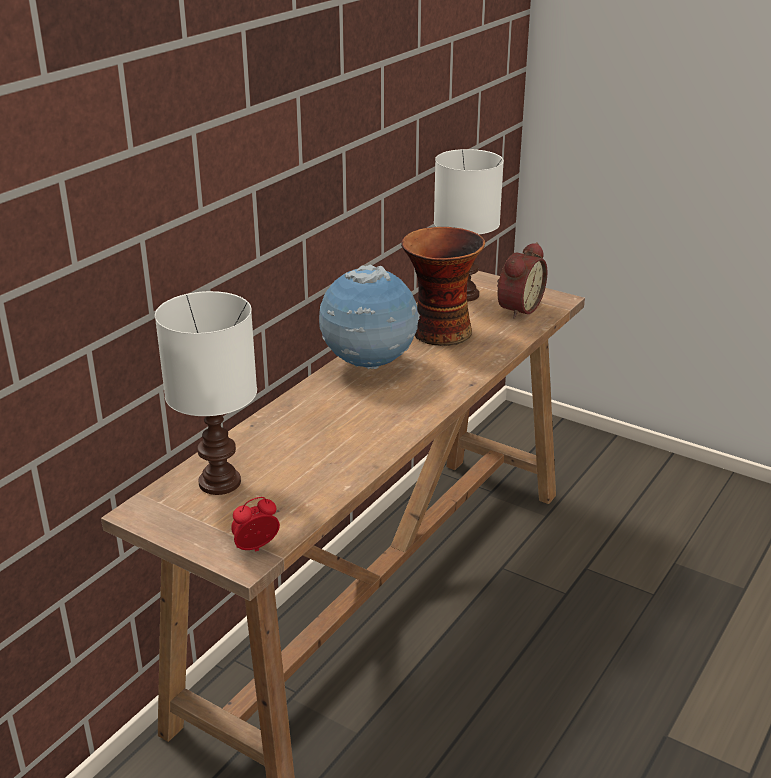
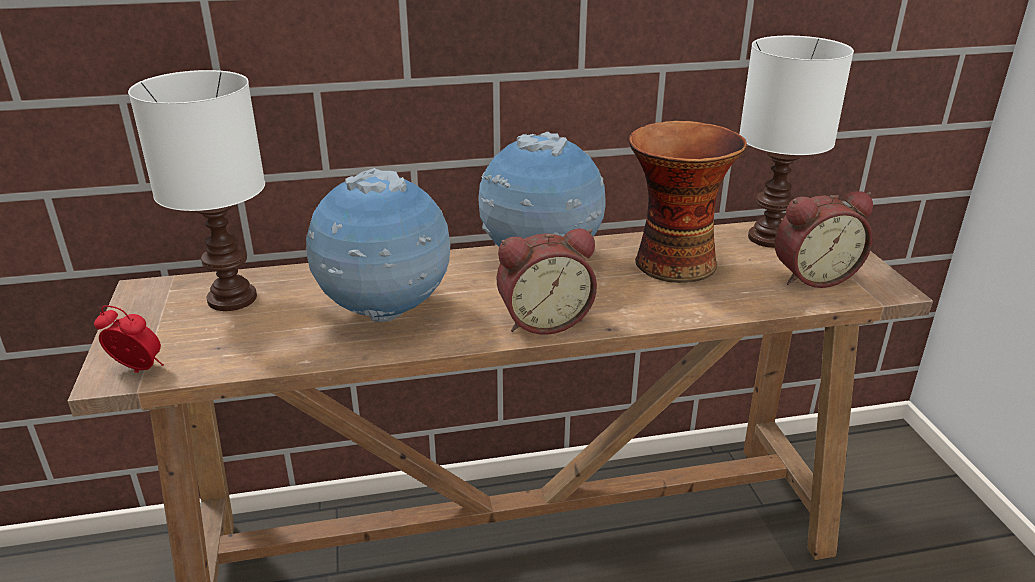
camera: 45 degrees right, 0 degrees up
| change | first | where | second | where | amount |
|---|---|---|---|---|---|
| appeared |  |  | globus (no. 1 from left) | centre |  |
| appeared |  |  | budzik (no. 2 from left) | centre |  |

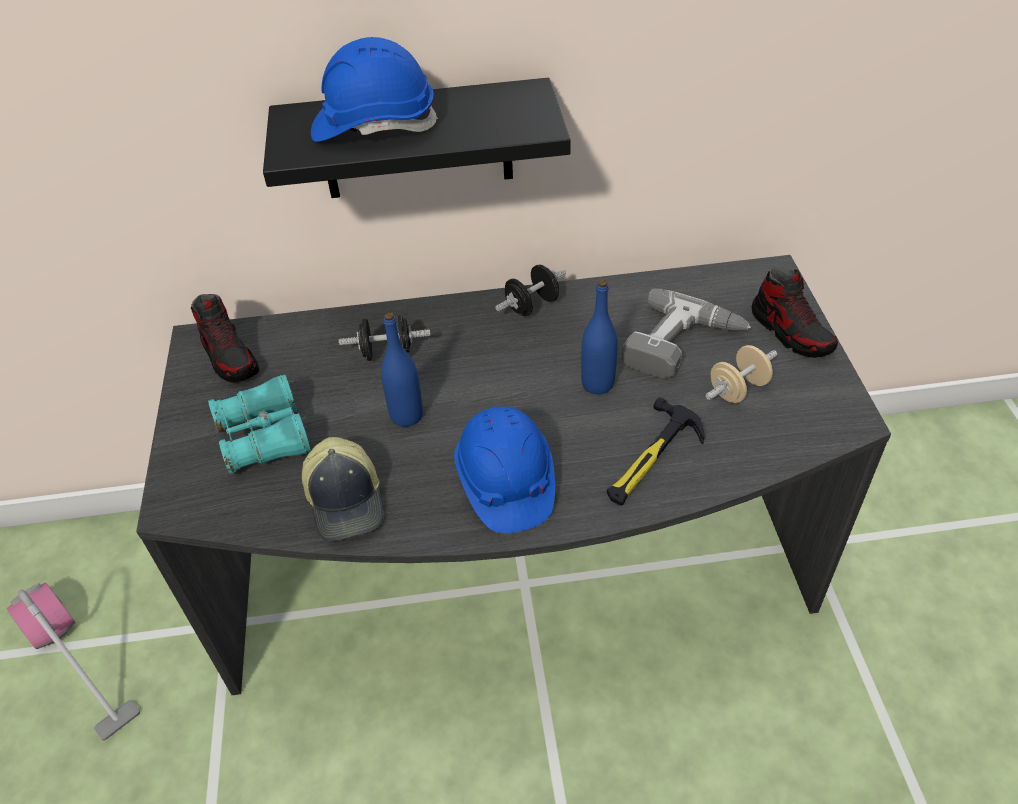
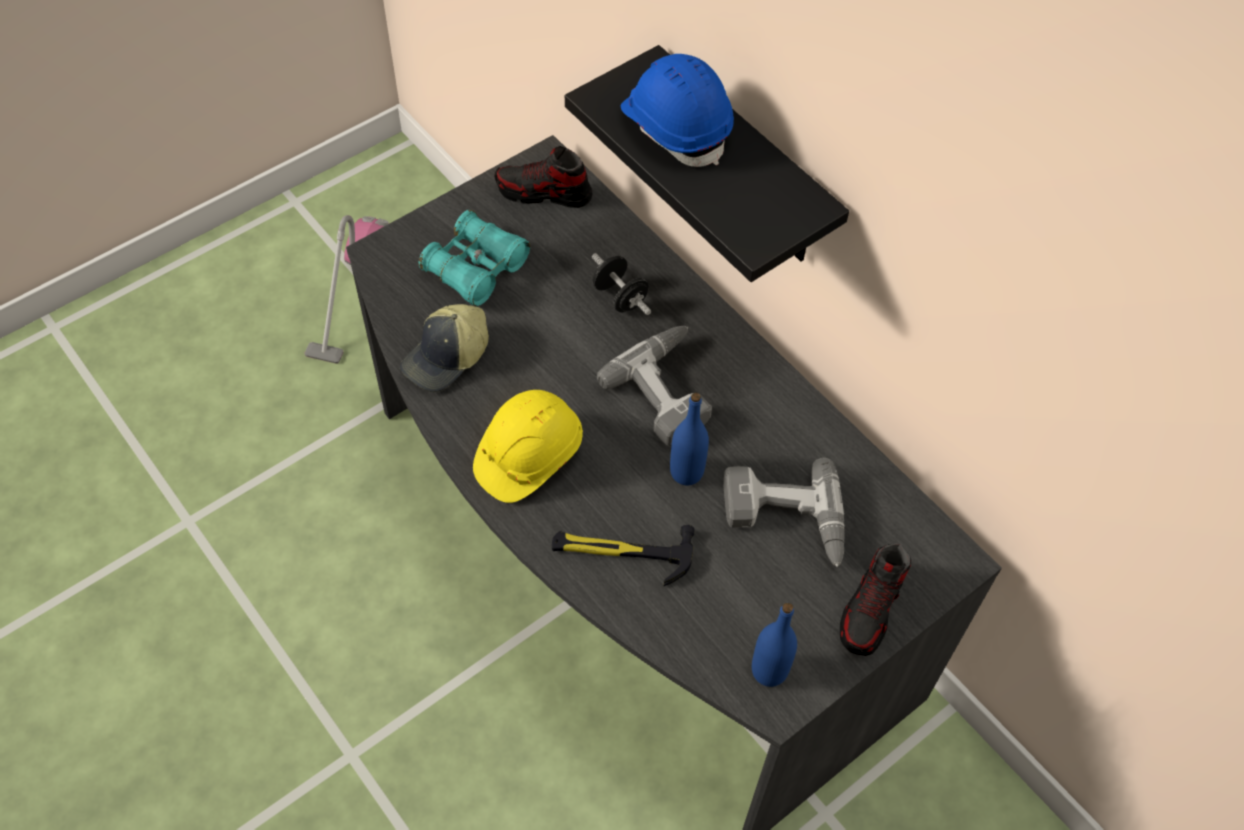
camera: 55 degrees right, 10 degrees up
| change | first | where | second | where | amount |
|---|---|---|---|---|---|
| colour | kask (niebieski) (no. 2 from left) | centre | kask (żółty) | centre |  |
| spun | but (no. 1 from left) | middle left |  | top centre | 75 degrees clockwise |
| appeared |  |  | wiertarka (no. 1 from left) | centre |  |
| relocated | butelka (niebieski) (no. 1 from left in the first image) | centre | butelka (niebieski) (no. 2 from left) | bottom centre |  |
| missing | hantel (czarny) (no. 2 from left) | centre |  |  |  |
| missing | hantel (beżowy) | middle right |  |  |  |

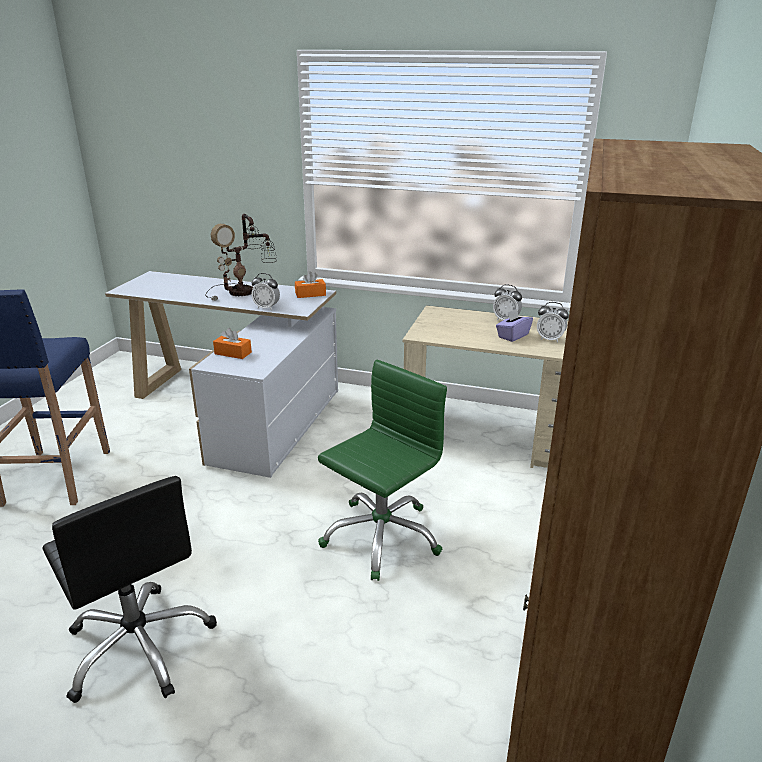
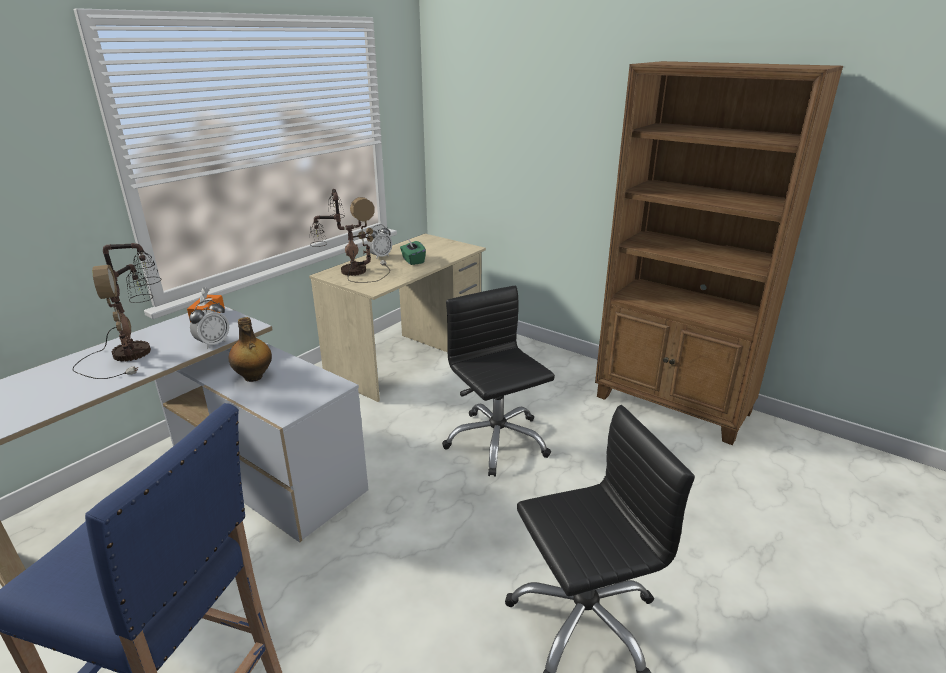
camera: 70 degrees left, 0 degrees up
| change | first | where | second | where | amount |
|---|---|---|---|---|---|
| appeared |  |  | butelka | middle left |  |
| appeared |  |  | lampa stołowa (no. 2 from left) | centre |  |
| colour | pudełko chusteczek (fioletowy) | middle right | pudełko chusteczek (zielony) | centre |  |
| colour | krzesło biurowe (zielony) | centre | krzesło biurowe (czarny) (no. 1 from left) | centre |  |
| missing | pudełko chusteczek (pomarańczowy) (no. 1 from left) | middle left |  |  |  |
| missing | budzik (no. 3 from left) | middle right |  |  |  |

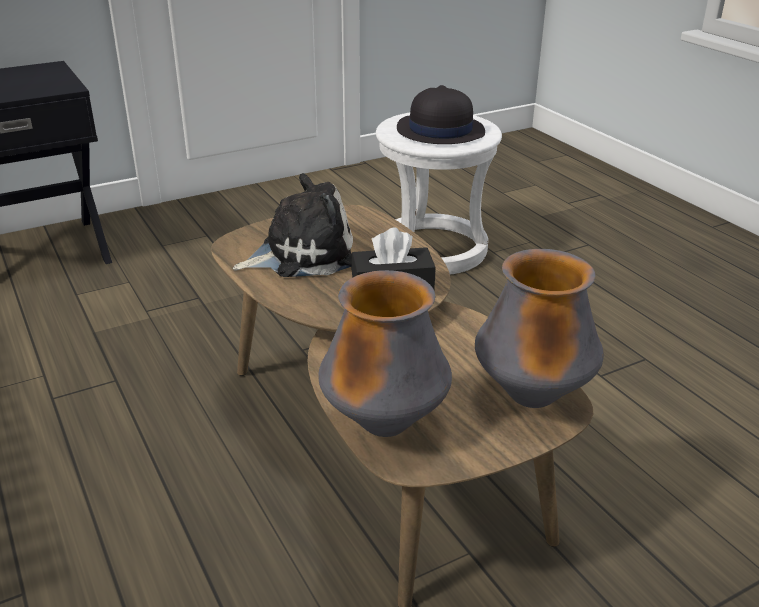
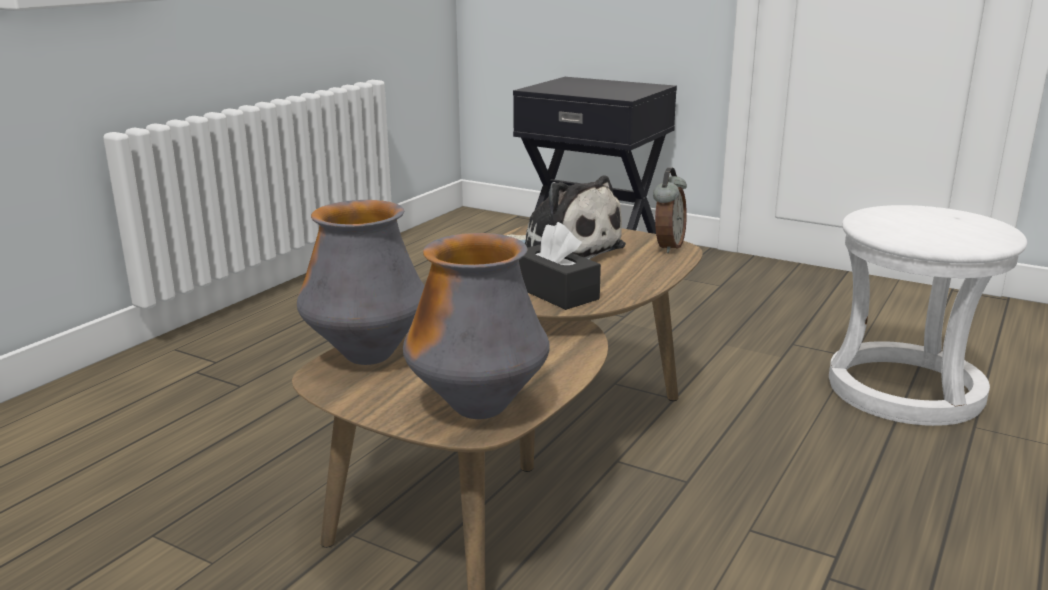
camera: 60 degrees right, 10 degrees down
| change | first | where | second | where | amount |
|---|---|---|---|---|---|
| appeared |  |  | budzik | centre |  |
| missing | kapelusz (czarny) | top centre |  |  |  |

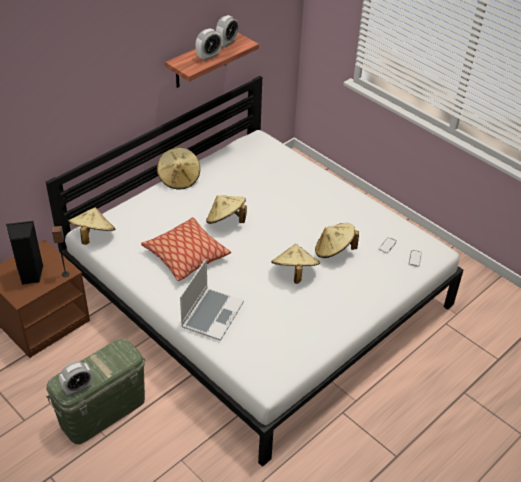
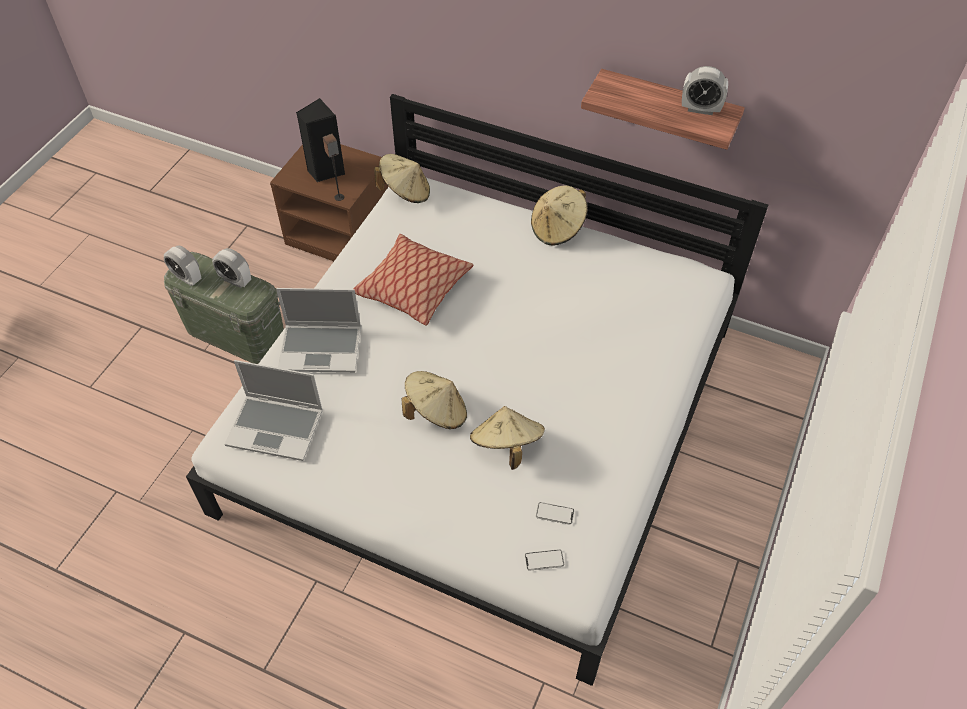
camera: 70 degrees right, 10 degrees up
| change | first | where | second | where | amount |
|---|---|---|---|---|---|
| relocated | budzik (no. 2 from left) | top centre |  | middle left |  |
| appeared |  |  | laptop (no. 1 from left) | middle left |  |
| missing | kapelusz (beżowy) (no. 3 from left) | centre |  |  |  |

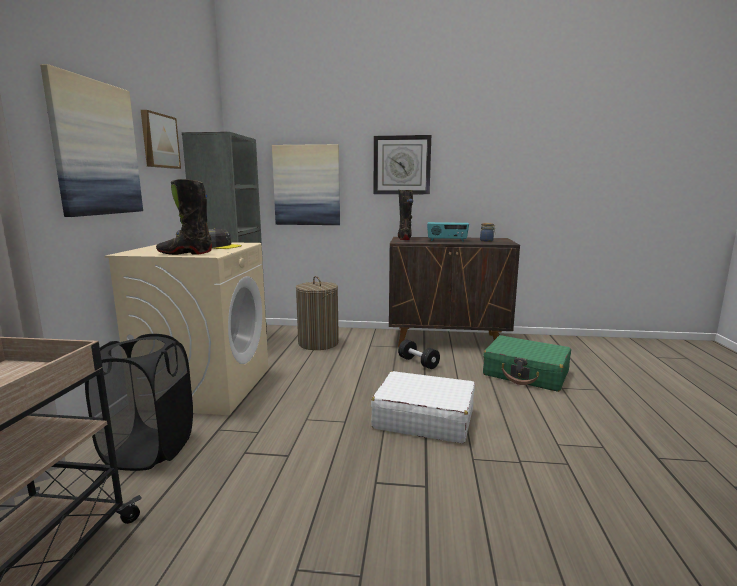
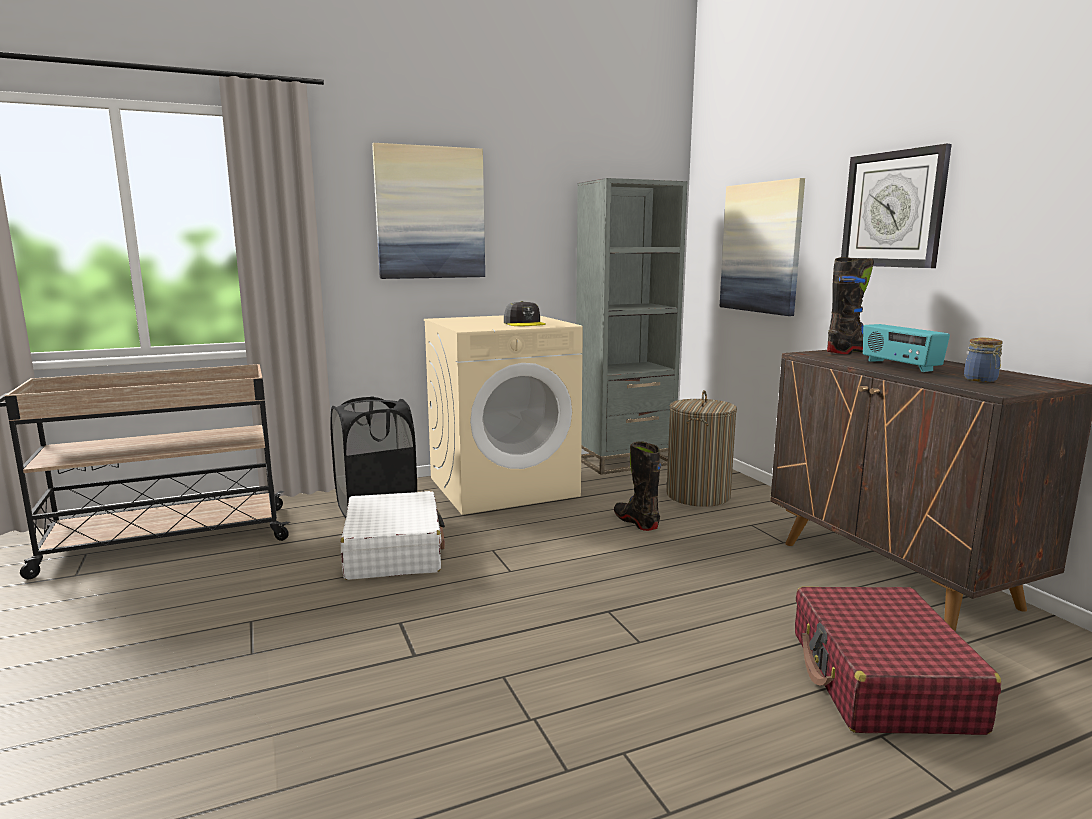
camera: 60 degrees right, 0 degrees up
| change | first | where | second | where | amount |
|---|---|---|---|---|---|
| relocated | walizka (biały) | bottom centre |  | centre |  |
| relocated | but z cholewką (czarny) (no. 1 from left) | middle left |  | centre |  |
| colour | walizka (zielony) | middle right | walizka (czerwony) | bottom right |  |
| missing | obraz (no. 2 from left) | top left |  |  |  |
| missing | hantel (czarny) | centre |  |  |  |

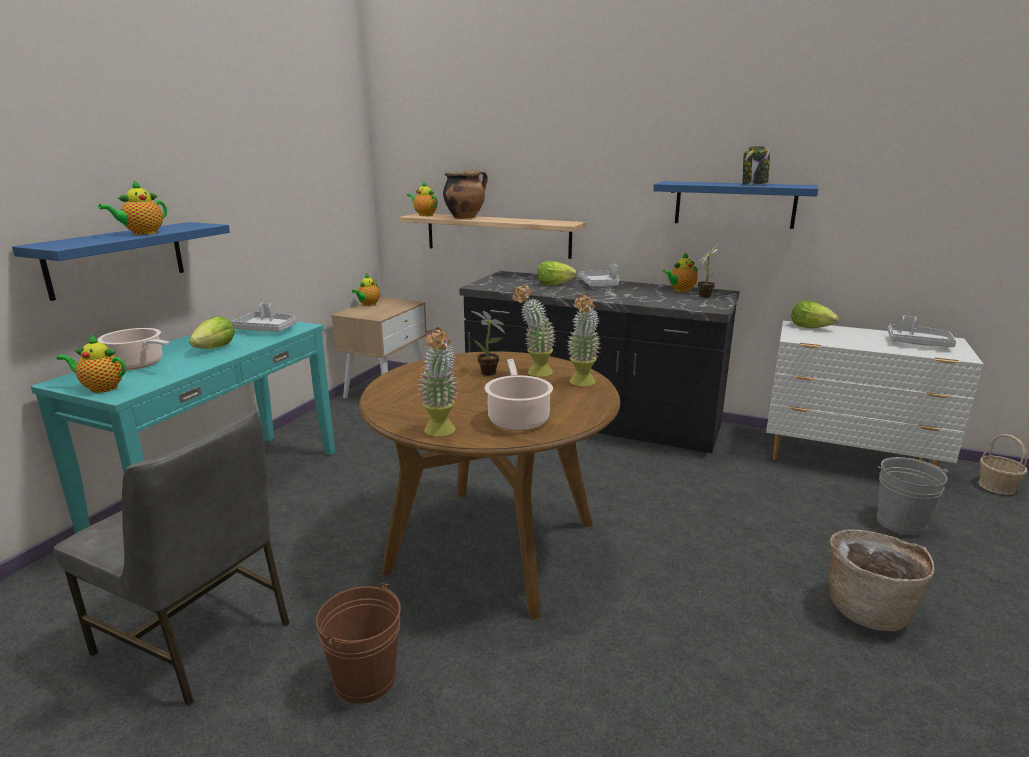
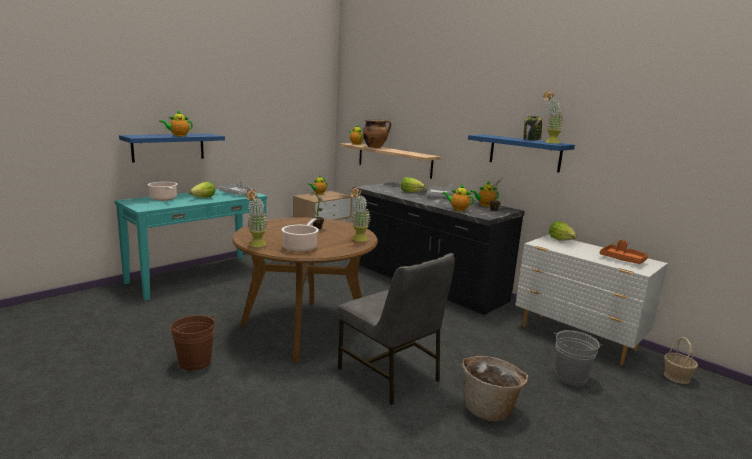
camera: 20 degrees right, 5 degrees down
| change | first | where | second | where | amount |
|---|---|---|---|---|---|
| relocated | krzesło (szary) | bottom left |  | bottom centre |  |
| relocated | imbryk (no. 1 from left in the first image) | middle left | imbryk (no. 4 from left) | centre |  |
| relocated | roślina doniczkowa (no. 3 from left in the first image) | centre | roślina doniczkowa (no. 5 from left) | top right |  |
| colour | taca (szary) (no. 3 from left) | middle right | taca (pomarańczowy) | middle right |  |

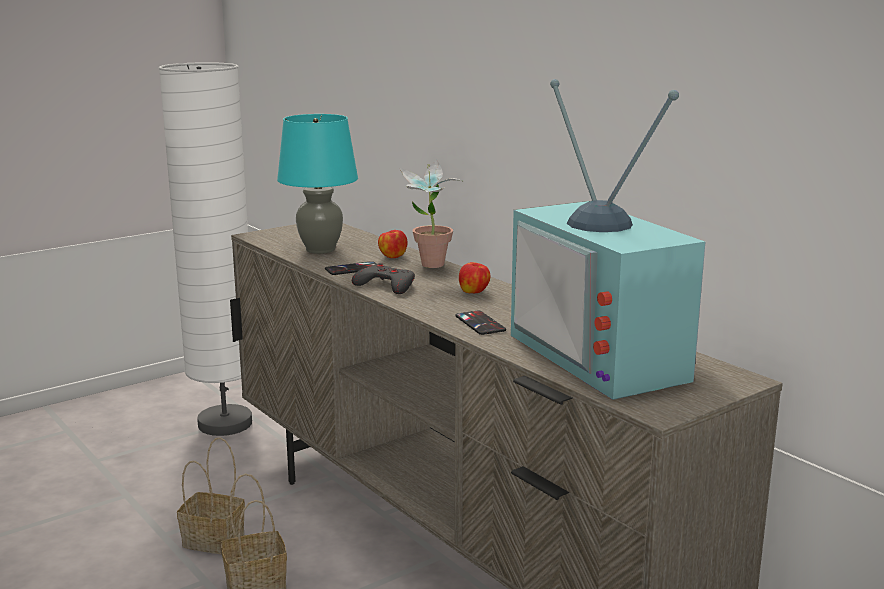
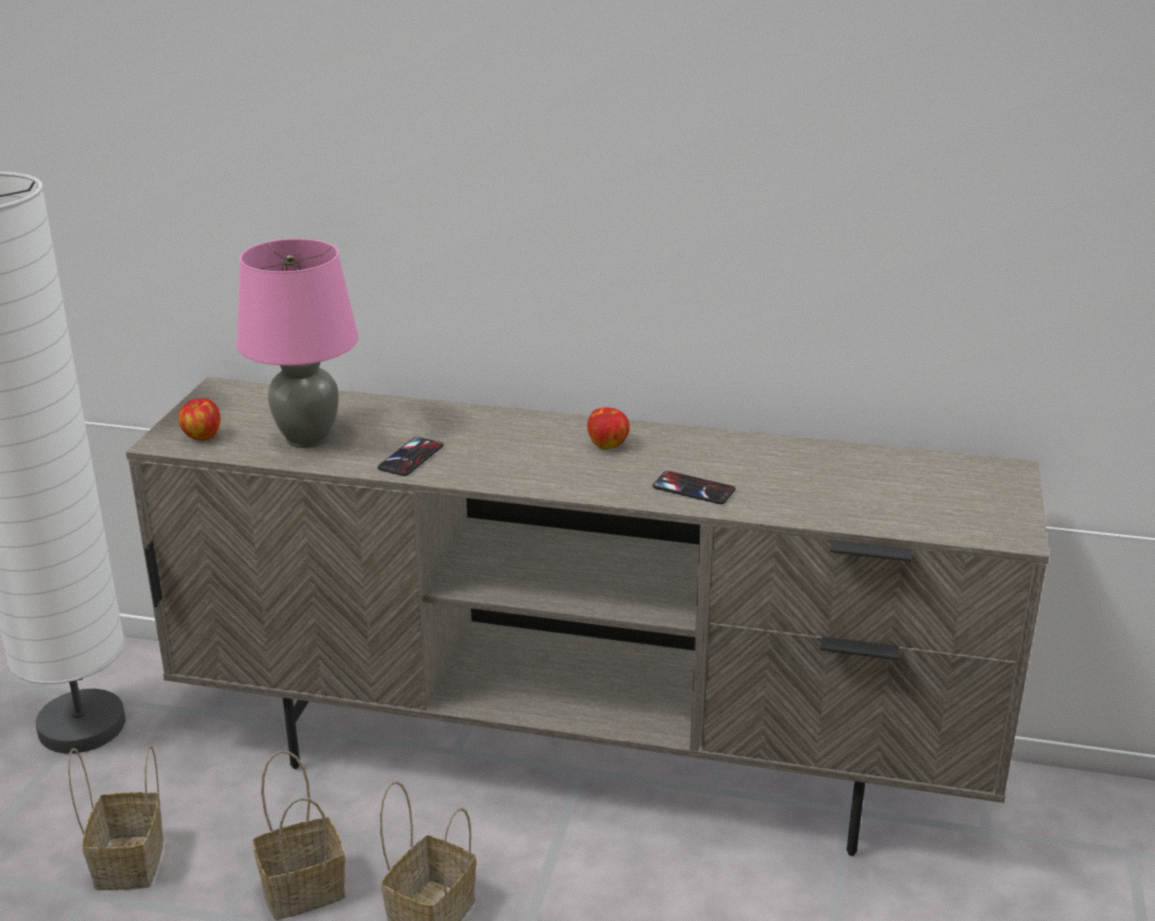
camera: 40 degrees left, 10 degrees up
| change | first | where | second | where | amount |
|---|---|---|---|---|---|
| appeared |  |  | koszyk (no. 1 from left) | bottom left |  |
| relocated | jabłko (no. 1 from left) | centre |  | middle left |  |
| colour | lampa stołowa (turkusowy) | top centre | lampa stołowa (różowy) | middle left |  |
| missing | pad do gier (szary) | centre |  |  |  |
| missing | roślina doniczkowa | centre |  |  |  |
| missing | telewizor | middle right |  |  |  |

